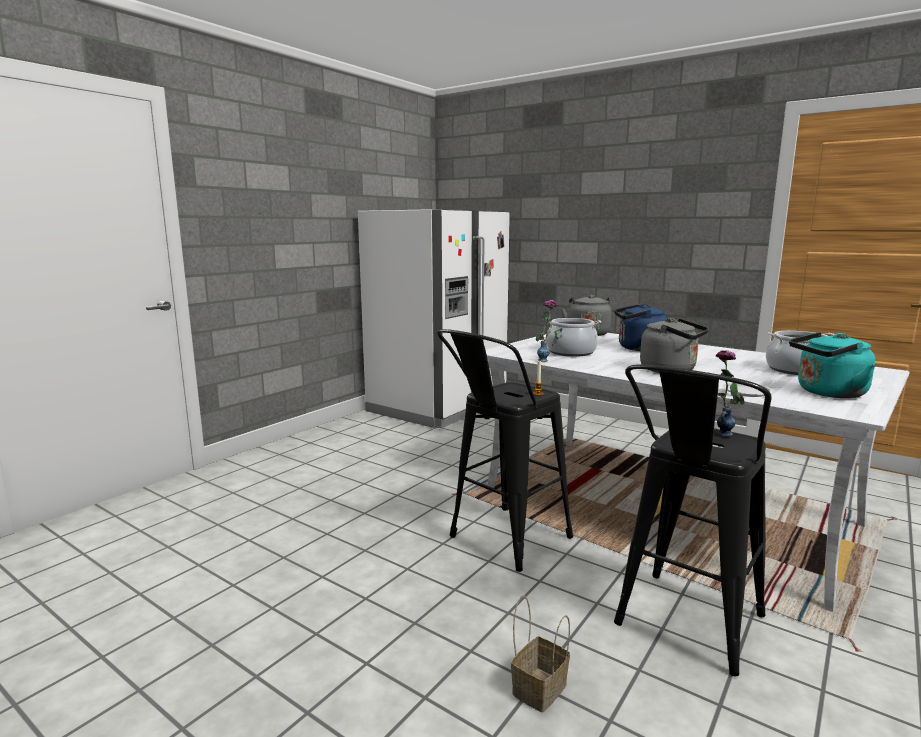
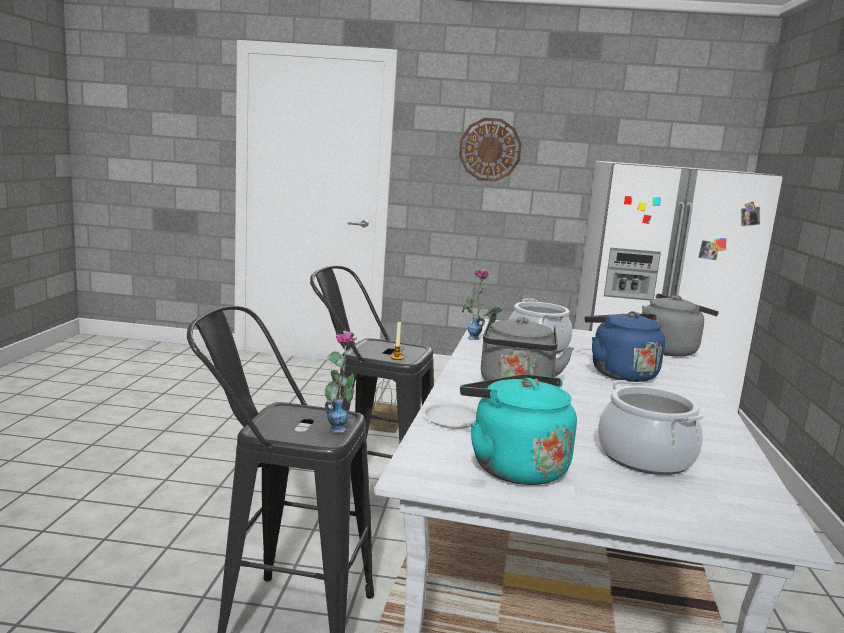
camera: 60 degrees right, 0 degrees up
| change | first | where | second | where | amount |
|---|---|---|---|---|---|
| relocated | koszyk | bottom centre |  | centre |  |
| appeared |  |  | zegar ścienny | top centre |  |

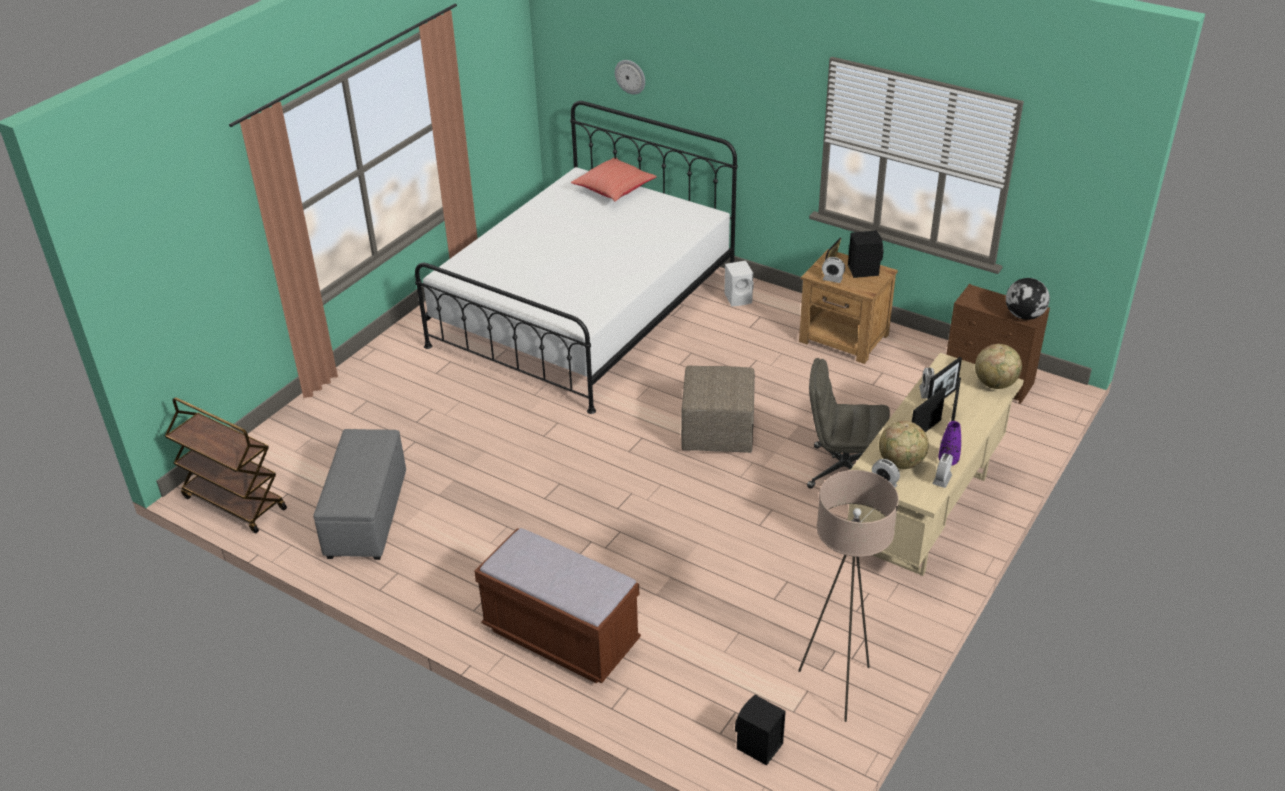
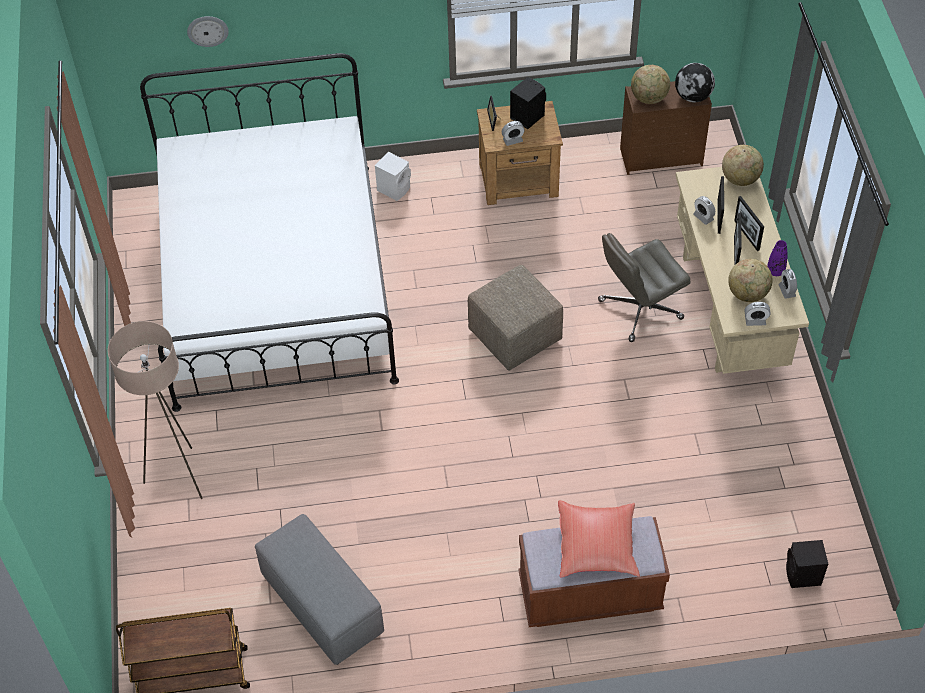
camera: 40 degrees left, 15 degrees up
| change | first | where | second | where | amount |
|---|---|---|---|---|---|
| relocated | lampa stojąca (beżowy) | bottom centre |  | middle left |  |
| relocated | poduszka (czerwony) | top centre |  | bottom centre |  |
| appeared |  |  | globus (no. 1 from left) | top right |  |

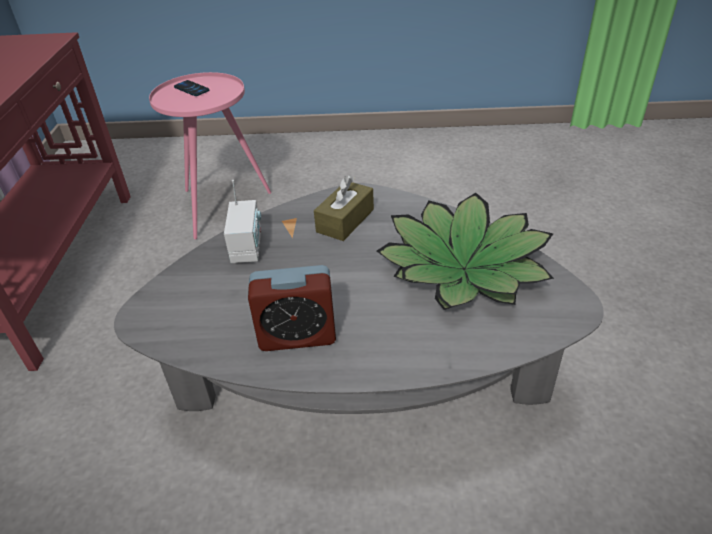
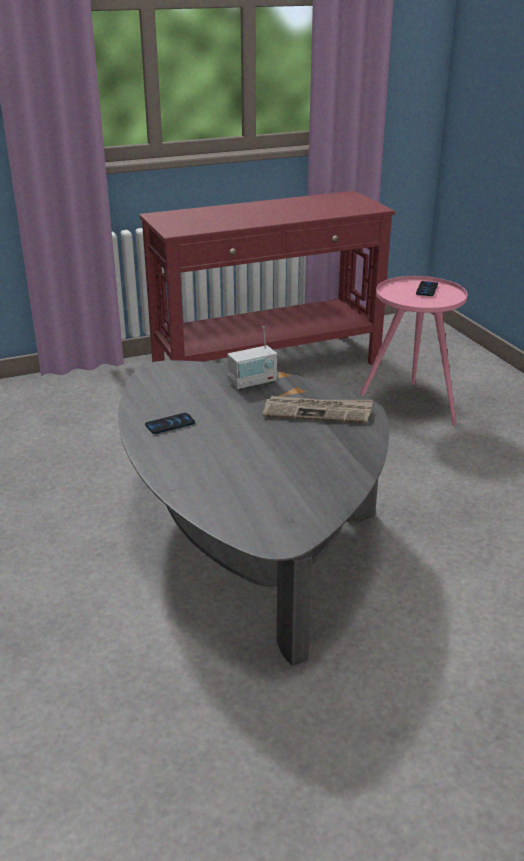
camera: 65 degrees right, 10 degrees down
| change | first | where | second | where | amount |
|---|---|---|---|---|---|
| exchanged | budzik | centre | telefon (no. 1 from left) | middle left |  |
| exchanged | pudełko chusteczek (brązowy) | centre | gazeta | centre |  |
| missing | roślina doniczkowa | centre |  |  |  |

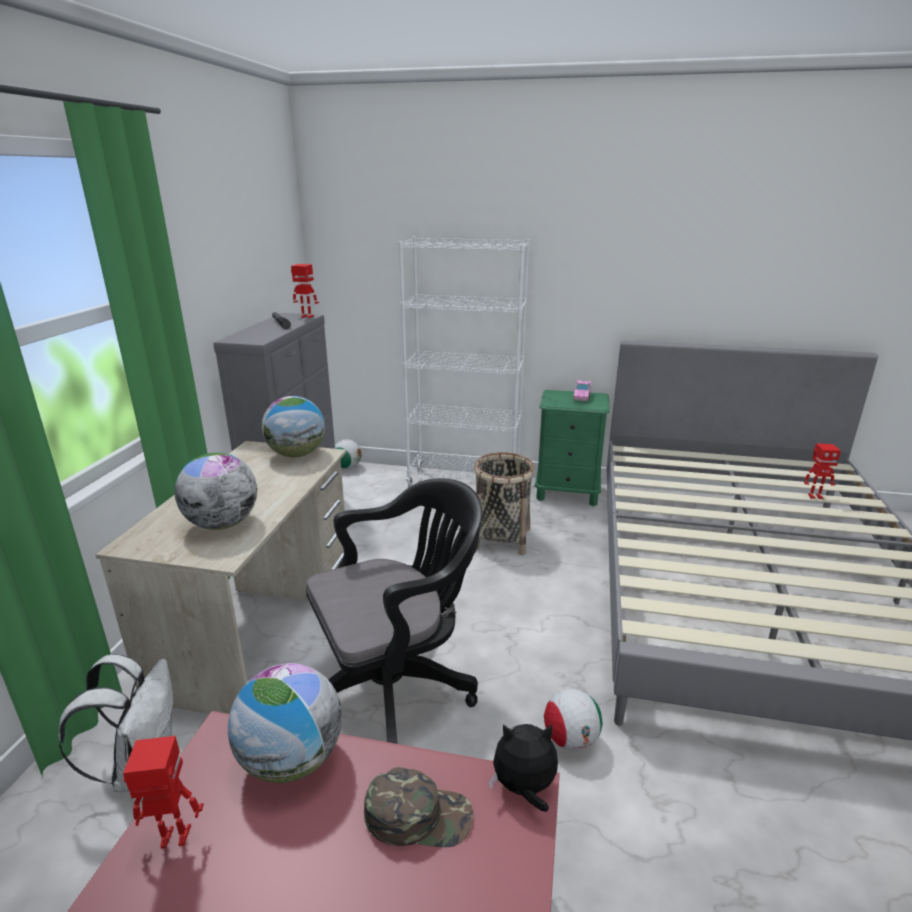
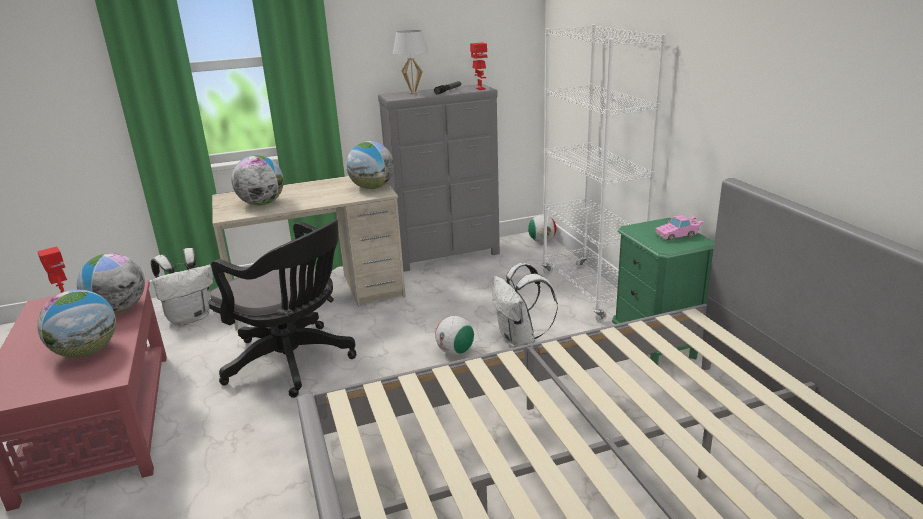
camera: 60 degrees right, 0 degrees up
| change | first | where | second | where | amount |
|---|---|---|---|---|---|
| exchanged | czapka z daszkiem (zielony) | bottom centre | globus (no. 1 from left) | middle left |  |
| appeared |  |  | lampa stołowa (biały) | top centre |  |
| relocated | piłka futbolowa (no. 2 from left in the first image) | bottom centre | piłka futbolowa (no. 1 from left) | centre |  |
| exchanged | koszyk | centre | plecak (biały) (no. 2 from left) | centre |  |
| missing | pluszak | bottom centre |  |  |  |
| missing | robot zabawkowy (no. 3 from left) | middle right |  |  |  |

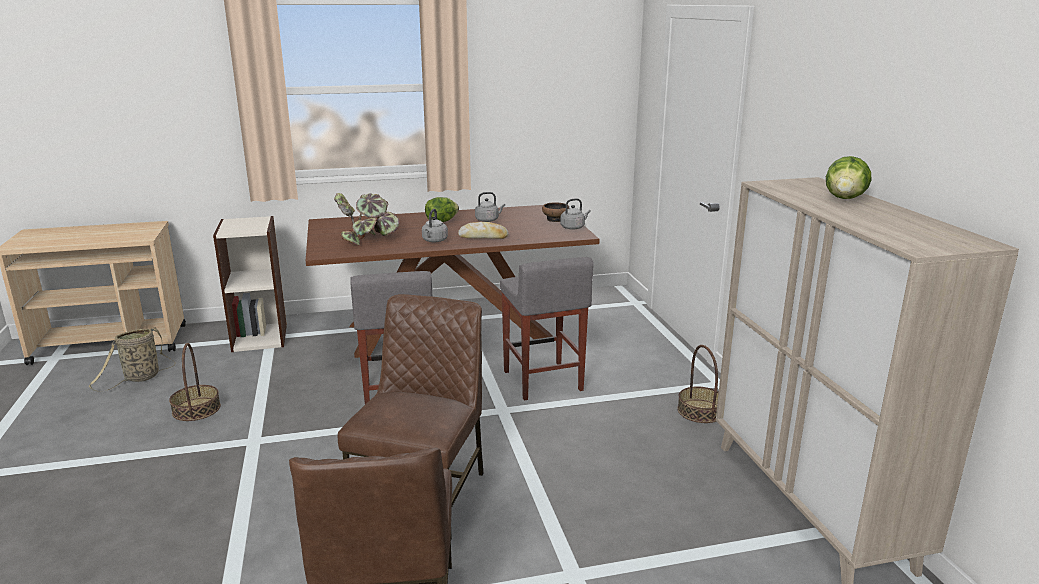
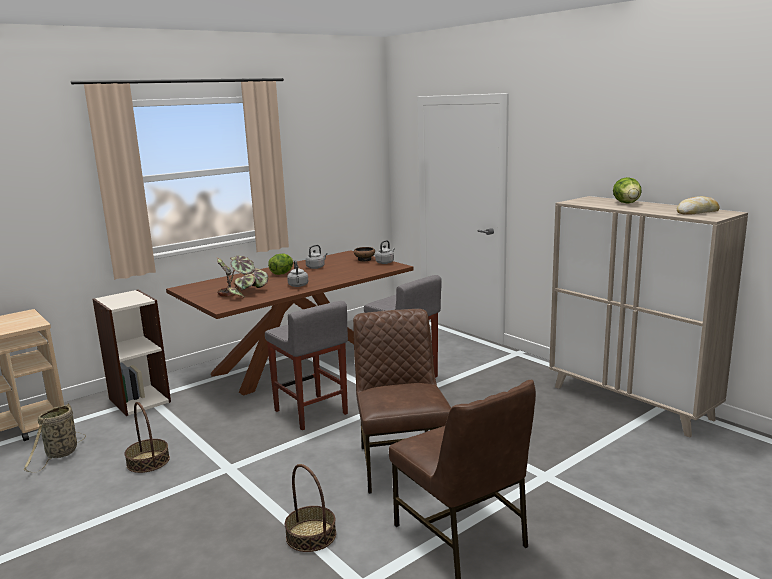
camera: 25 degrees left, 5 degrees down
| change | first | where | second | where | amount |
|---|---|---|---|---|---|
| relocated | koszyk (no. 3 from left) | middle right |  | bottom centre |  |
| relocated | chleb | centre |  | middle right |  |

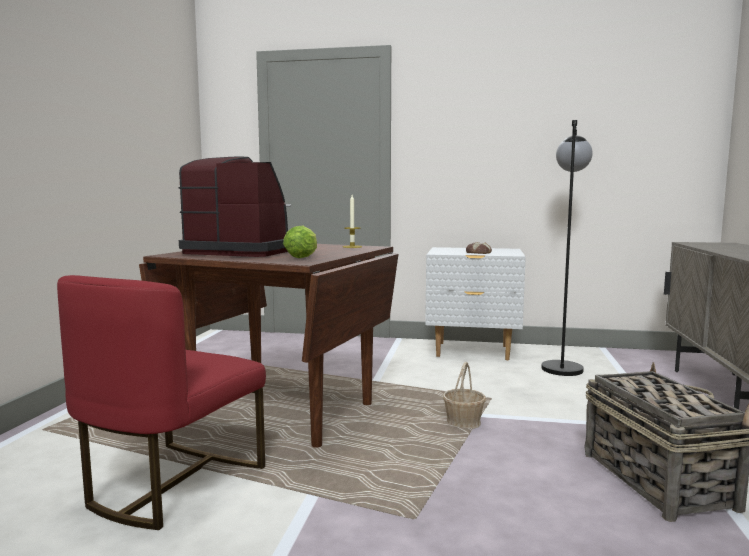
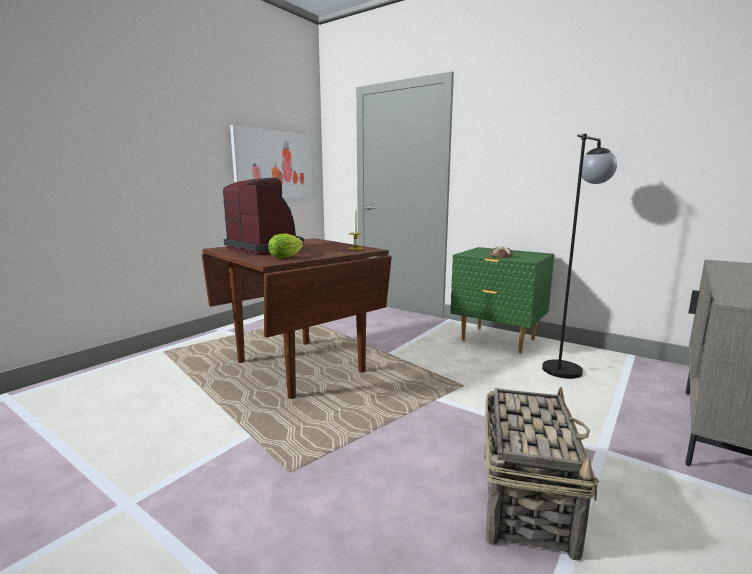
camera: 25 degrees right, 5 degrees up
| change | first | where | second | where | amount |
|---|---|---|---|---|---|
| appeared |  |  | obraz | top centre |  |
| colour | szafka nocna (biały) | centre | szafka nocna (zielony) | middle right |  |
| missing | krzesło (czerwony) | bottom left |  |  |  |
| missing | koszyk (no. 1 from left) | bottom centre |  |  |  |

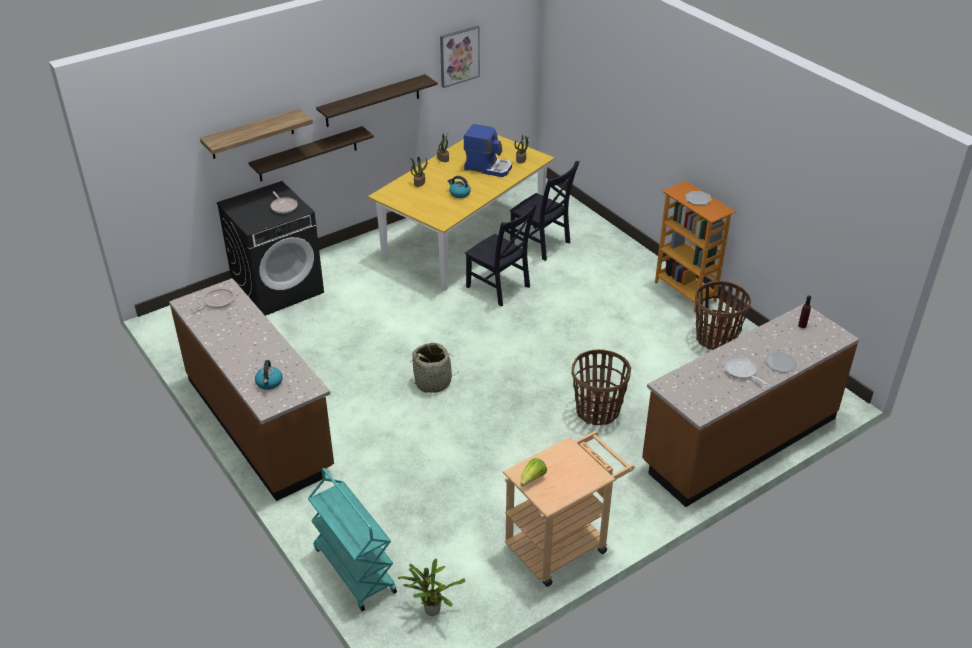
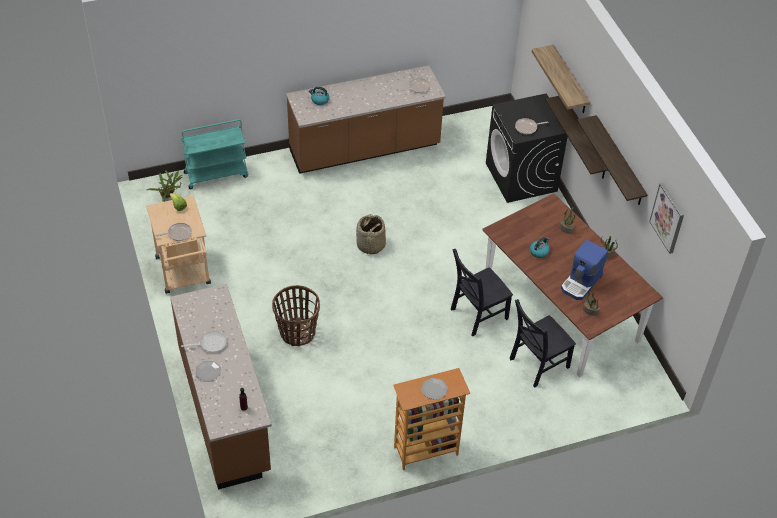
camera: 105 degrees right, 10 degrees up
| change | first | where | second | where | amount |
|---|---|---|---|---|---|
| appeared |  |  | patelnia (no. 1 from left) | middle left |  |
| colour | stół jadalny (żółty) | top centre | stół jadalny (brązowy) | middle right |  |
| missing | koszyk (no. 3 from left) | middle right |  |  |  |

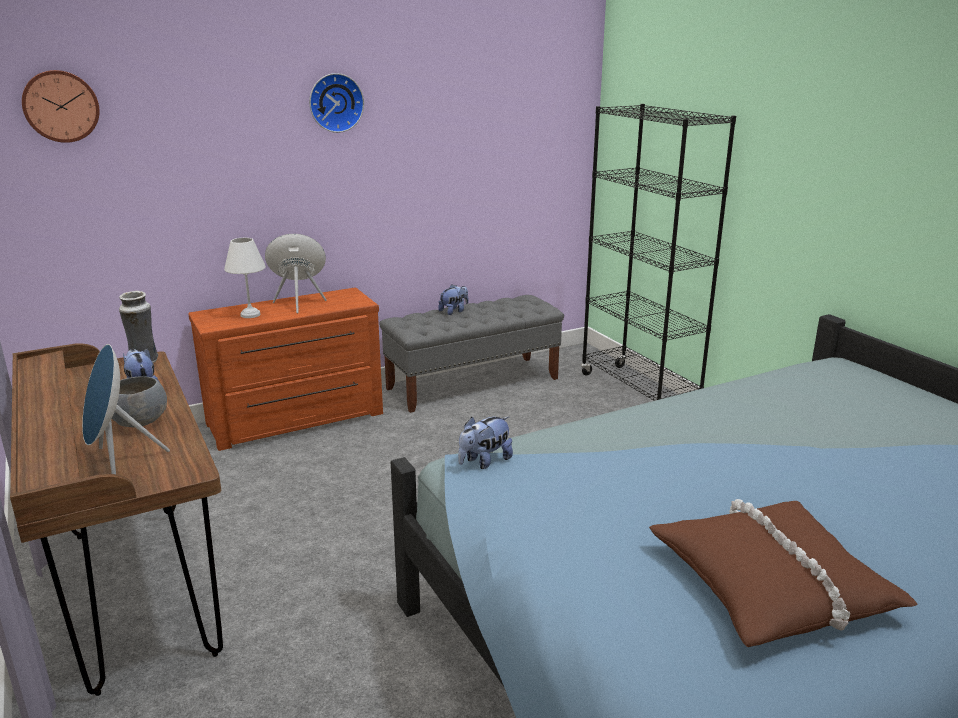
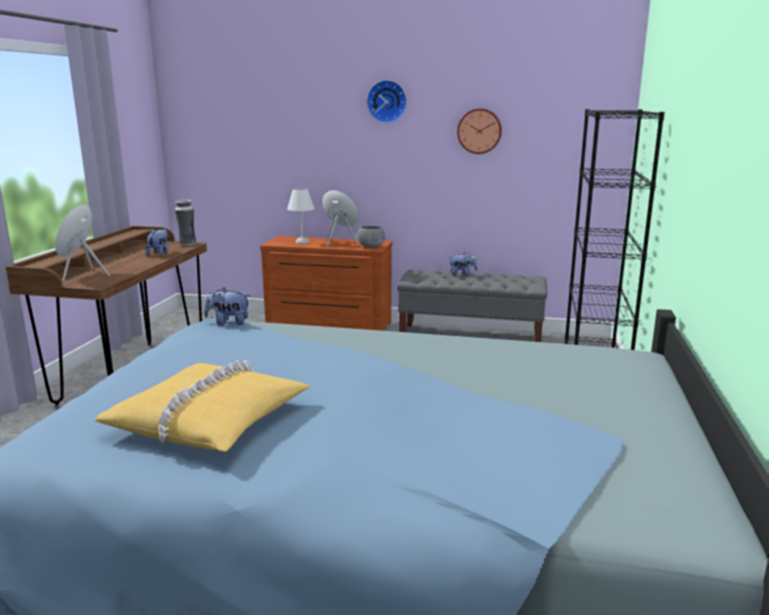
camera: 40 degrees right, 5 degrees down
| change | first | where | second | where | amount |
|---|---|---|---|---|---|
| colour | poduszka (brązowy) | bottom right | poduszka (żółty) | middle left |  |
| relocated | miska (szary) | middle left |  | centre |  |
| relocated | zegar ścienny (no. 1 from left in the first image) | top left | zegar ścienny (no. 2 from left) | top centre |  |

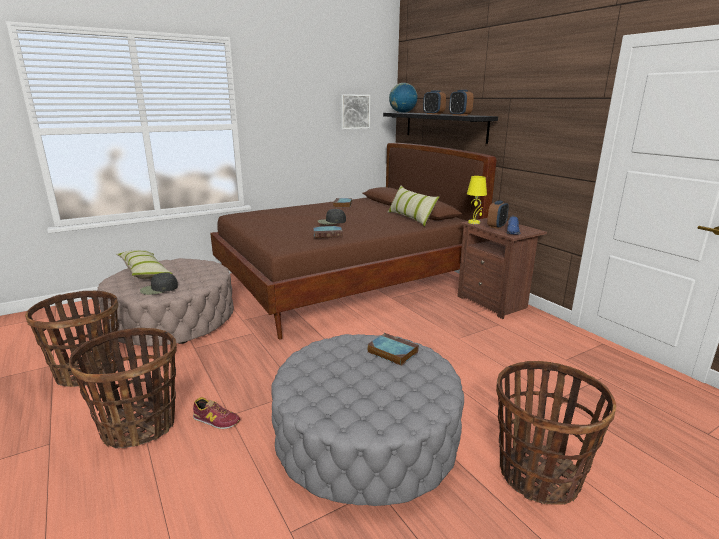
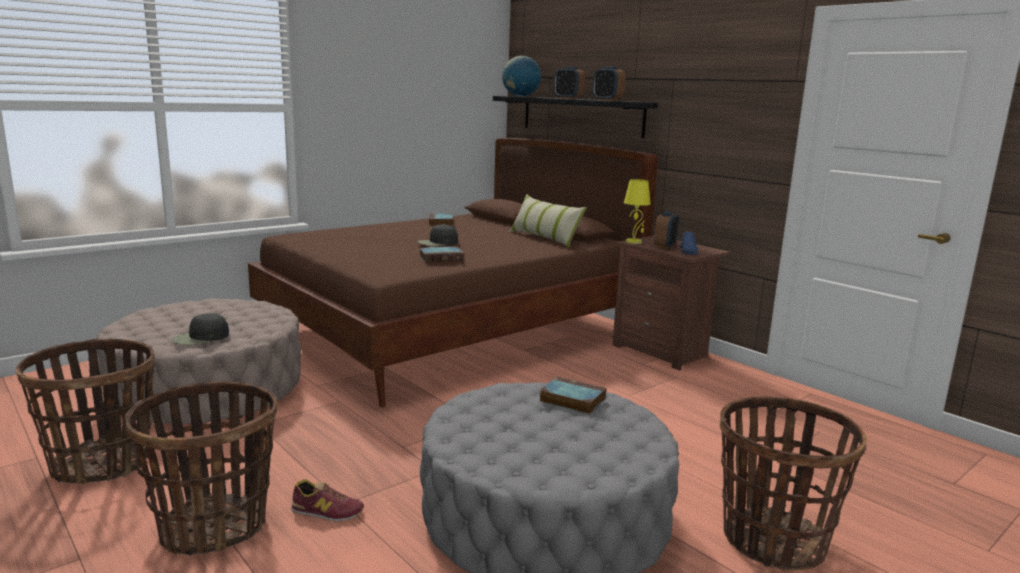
camera: 10 degrees left, 5 degrees down
| change | first | where | second | where | amount |
|---|---|---|---|---|---|
| missing | poduszka (no. 1 from left) | middle left |  |  |  |
| missing | obraz | top centre |  |  |  |

